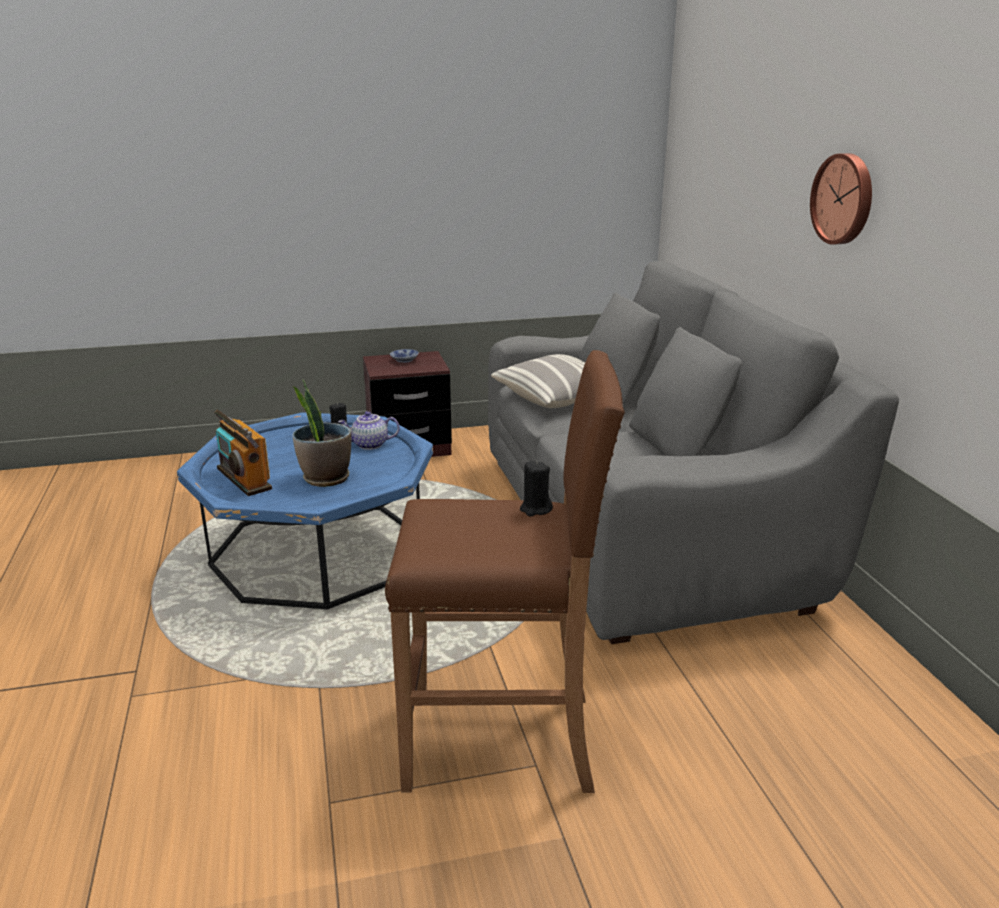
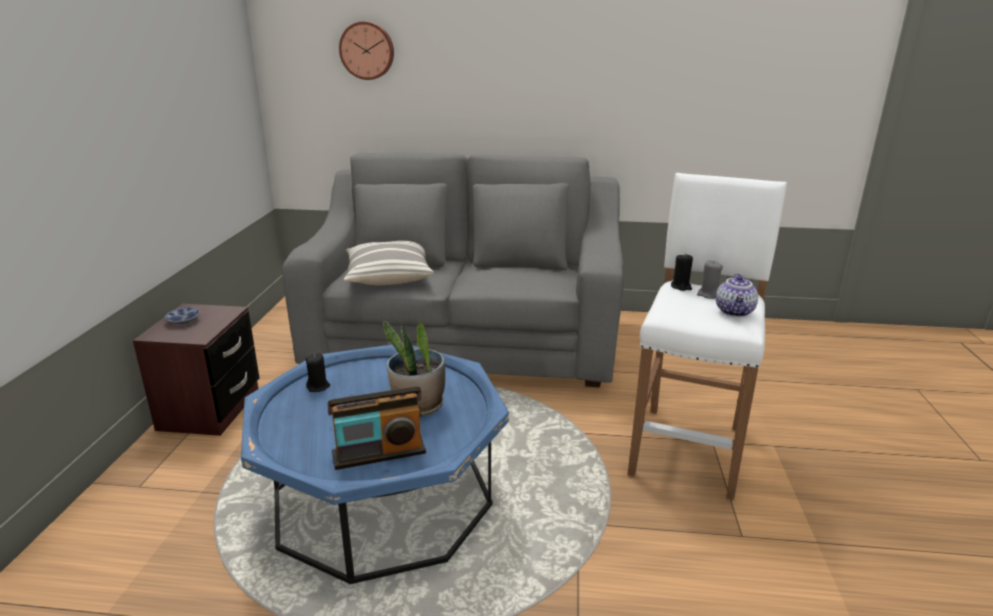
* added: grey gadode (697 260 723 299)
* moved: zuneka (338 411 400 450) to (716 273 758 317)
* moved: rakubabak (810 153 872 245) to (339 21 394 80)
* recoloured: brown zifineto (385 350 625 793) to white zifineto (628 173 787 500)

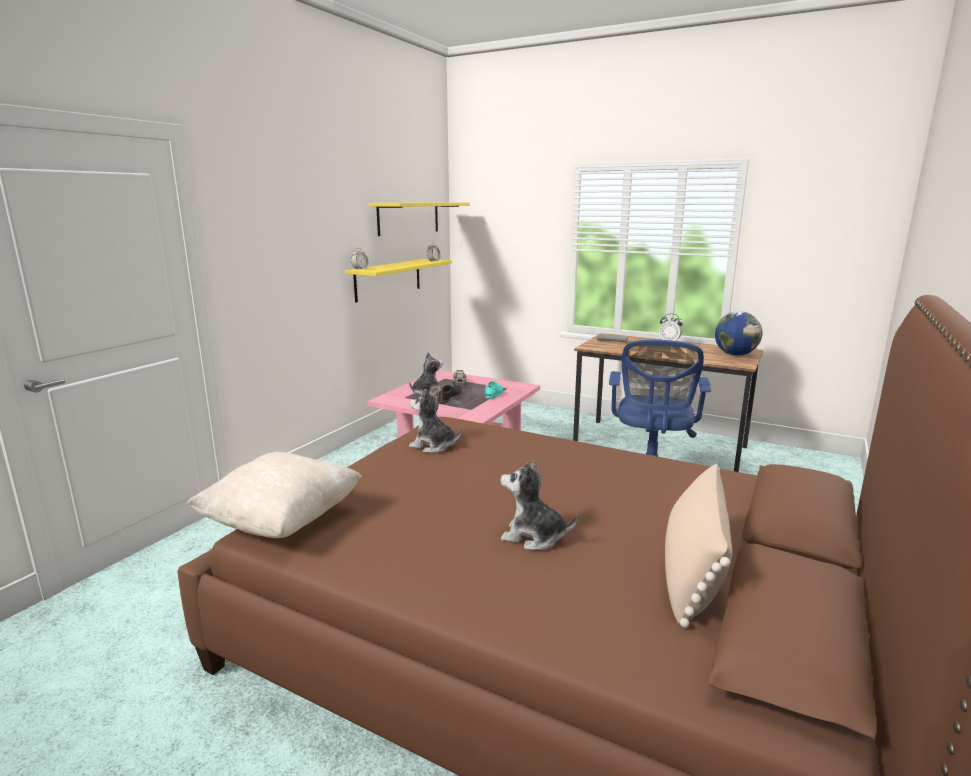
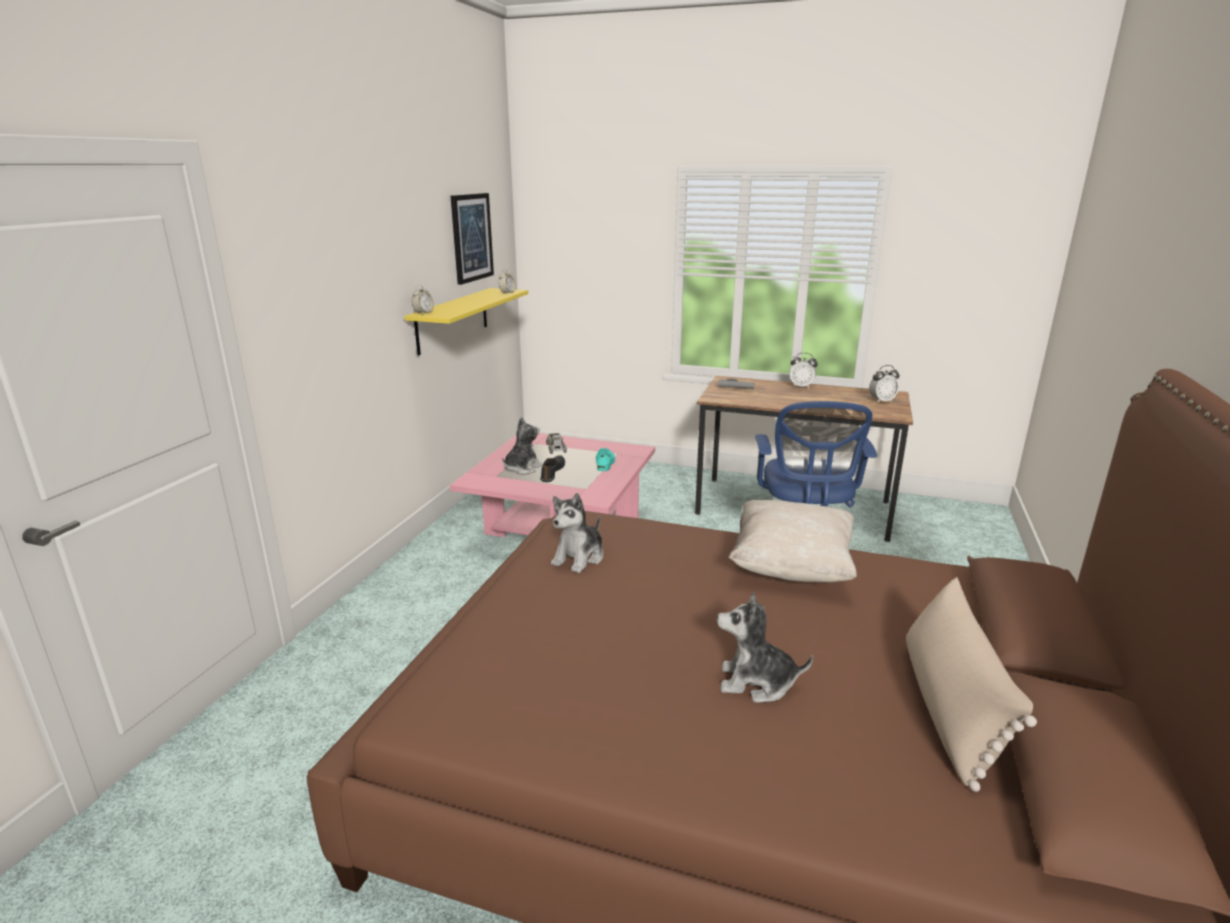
* moved: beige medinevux (186 452 363 538) to (728 500 857 582)
* replaced: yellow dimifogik (369 202 470 236) to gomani (451 193 494 285)
* replaced: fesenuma (715 311 762 356) to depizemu (869 365 900 403)
* turned: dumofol (409 389 462 453) = (551 493 604 573) 75 degrees counterclockwise

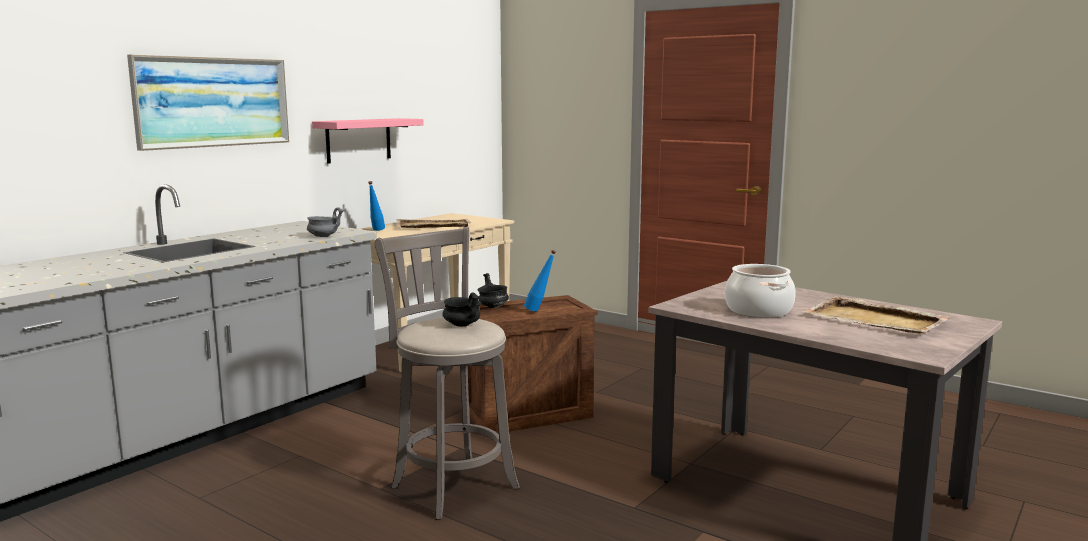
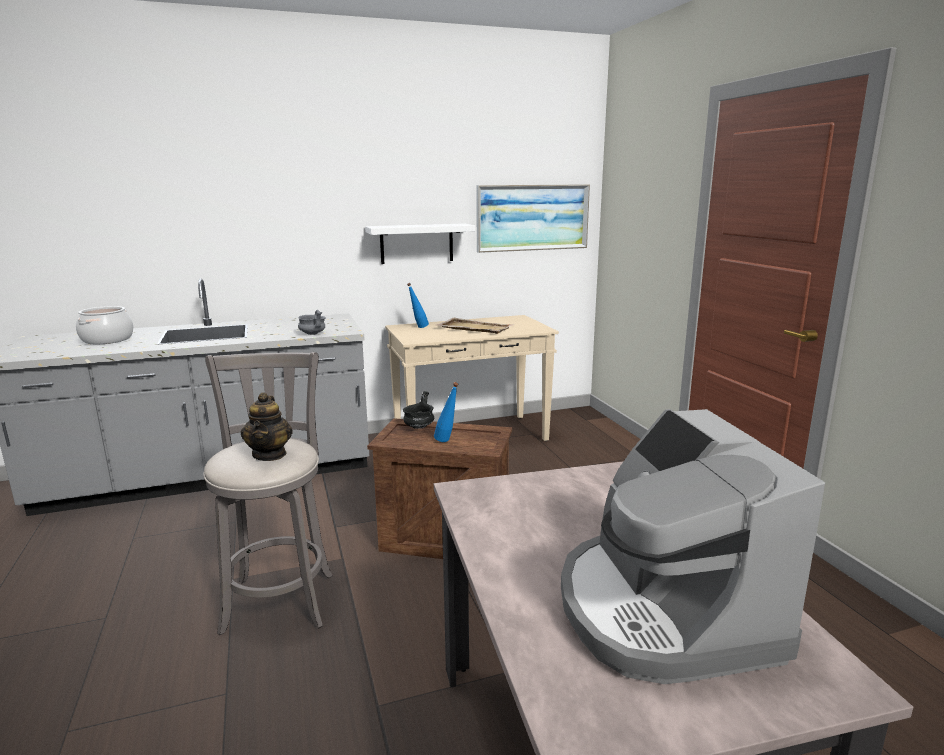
* moved: gomani (127 54 289 151) to (476 184 590 253)
* moved: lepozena (725 264 796 317) to (76 306 133 344)
* replaced: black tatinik (442 292 482 327) to zuneka (241 392 293 461)
* replaced: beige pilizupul (802 296 952 334) to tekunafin (561 409 825 684)
* recoloured: pink dimifogik (312 118 424 164) to white dimifogik (365 224 475 264)

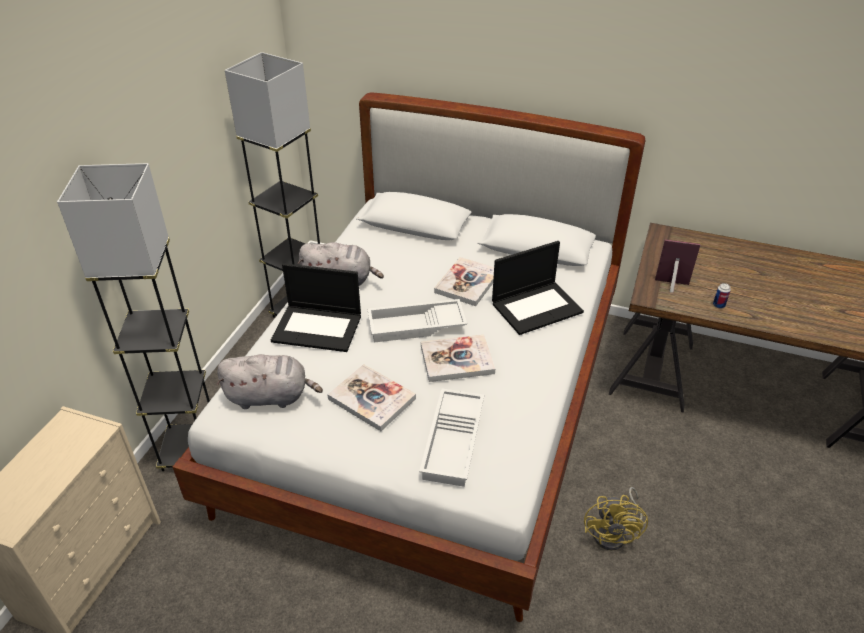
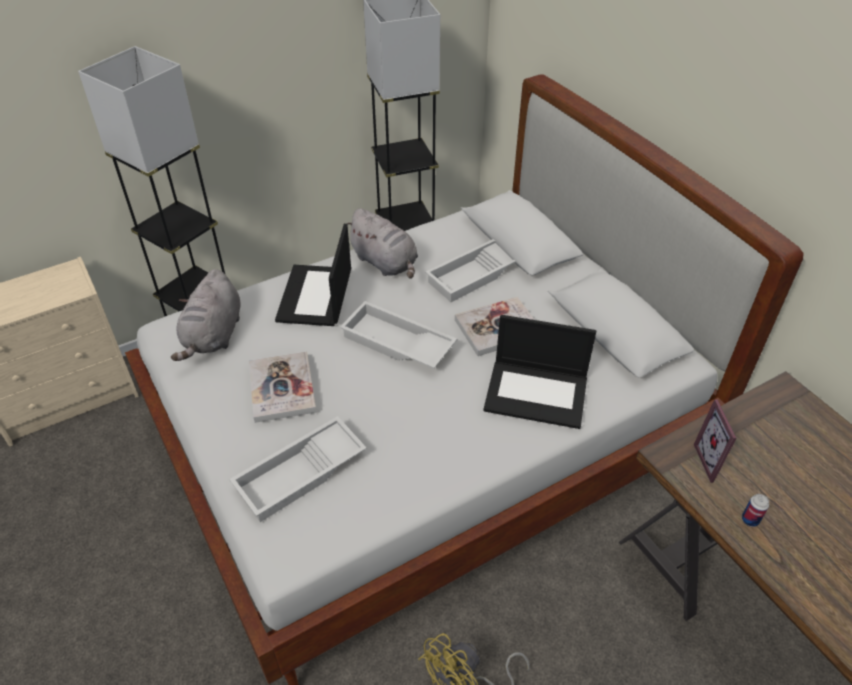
* removed: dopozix (421 335 495 382)
* added: white pilizupul (425 239 516 302)
* turned: grey dumofol (217 354 323 409) = (171 269 240 361) 60 degrees clockwise
* turned: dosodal (271 263 361 352) = (275 224 351 326) 45 degrees clockwise
* turned: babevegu (655 239 700 293) = (694 399 736 483) 150 degrees counterclockwise

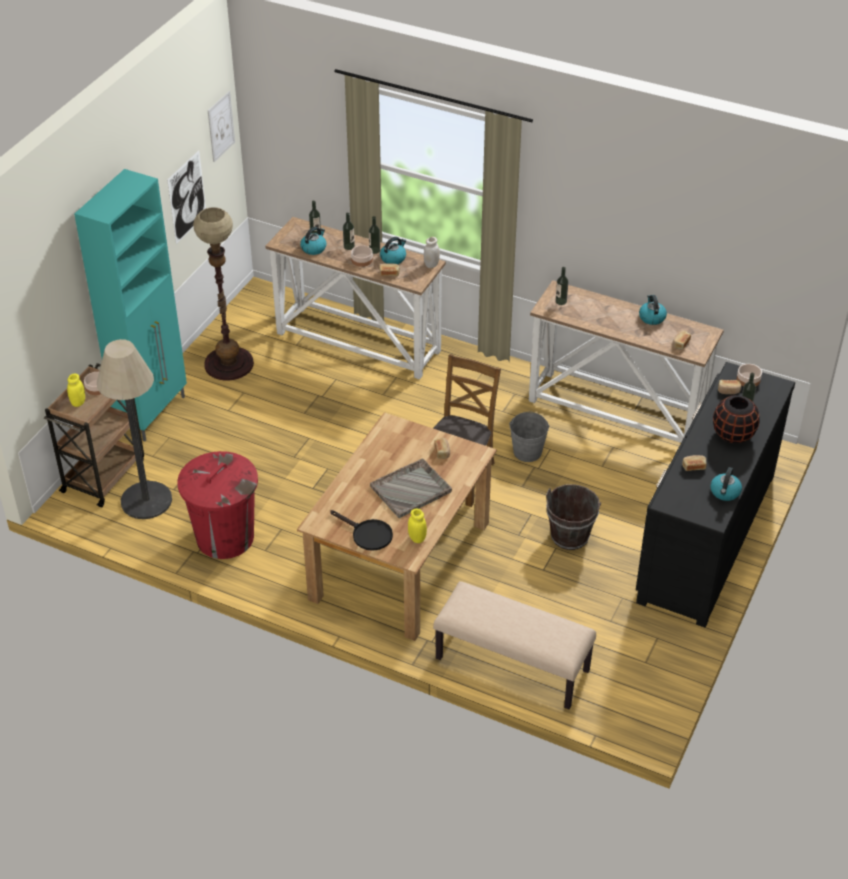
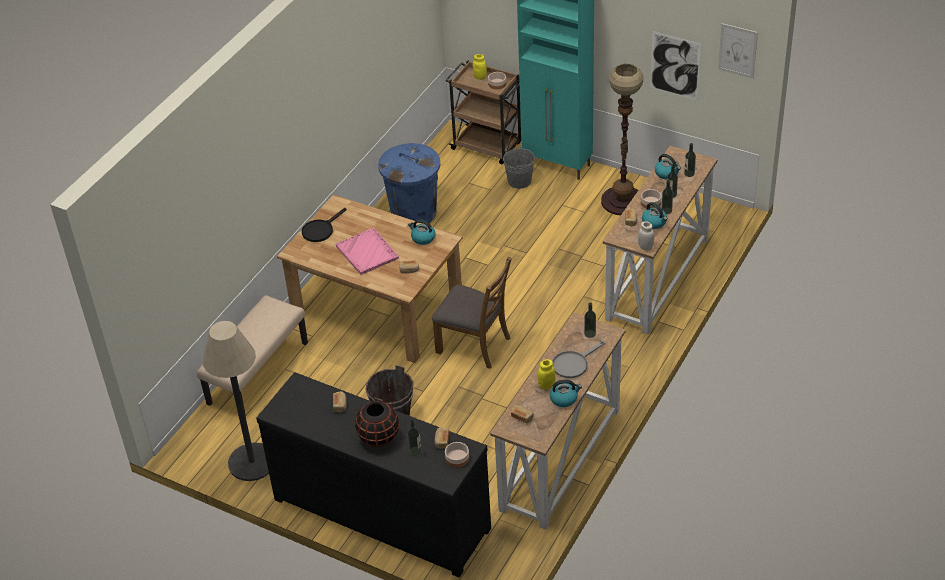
* added: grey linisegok (552 341 605 378)
* moved: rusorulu (97 339 172 519) to (203 321 269 481)
* moved: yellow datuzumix (408 508 427 543) to (538 359 555 390)
* moved: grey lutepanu (509 411 549 462) to (503 147 535 189)
* moved: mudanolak (710 467 742 501) to (408 219 436 245)
* recoloured: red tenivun (177 451 258 559) to blue tenivun (378 143 440 223)
* recoloured: grey pilizupul (370 458 452 518) to pink pilizupul (336 228 399 275)

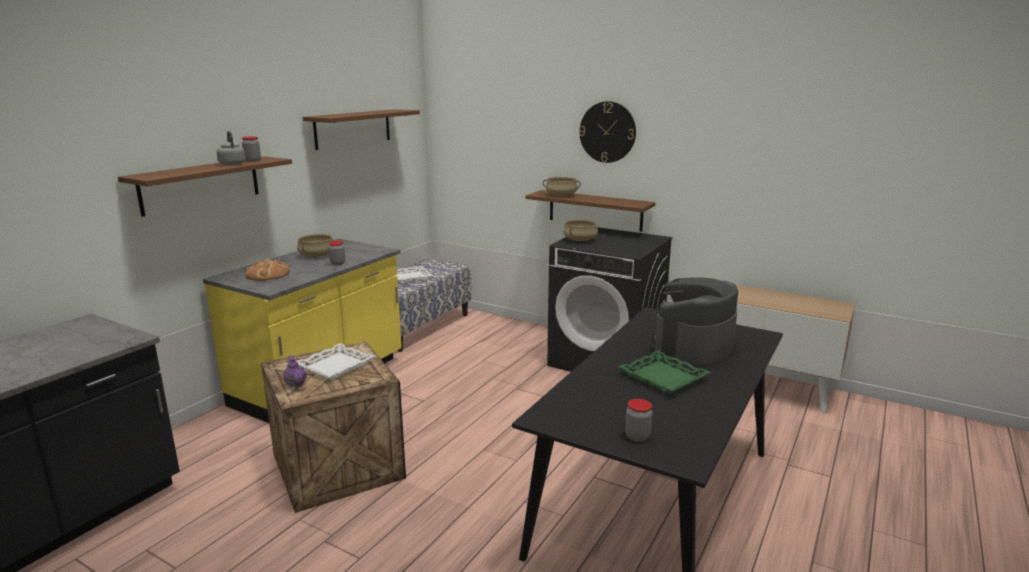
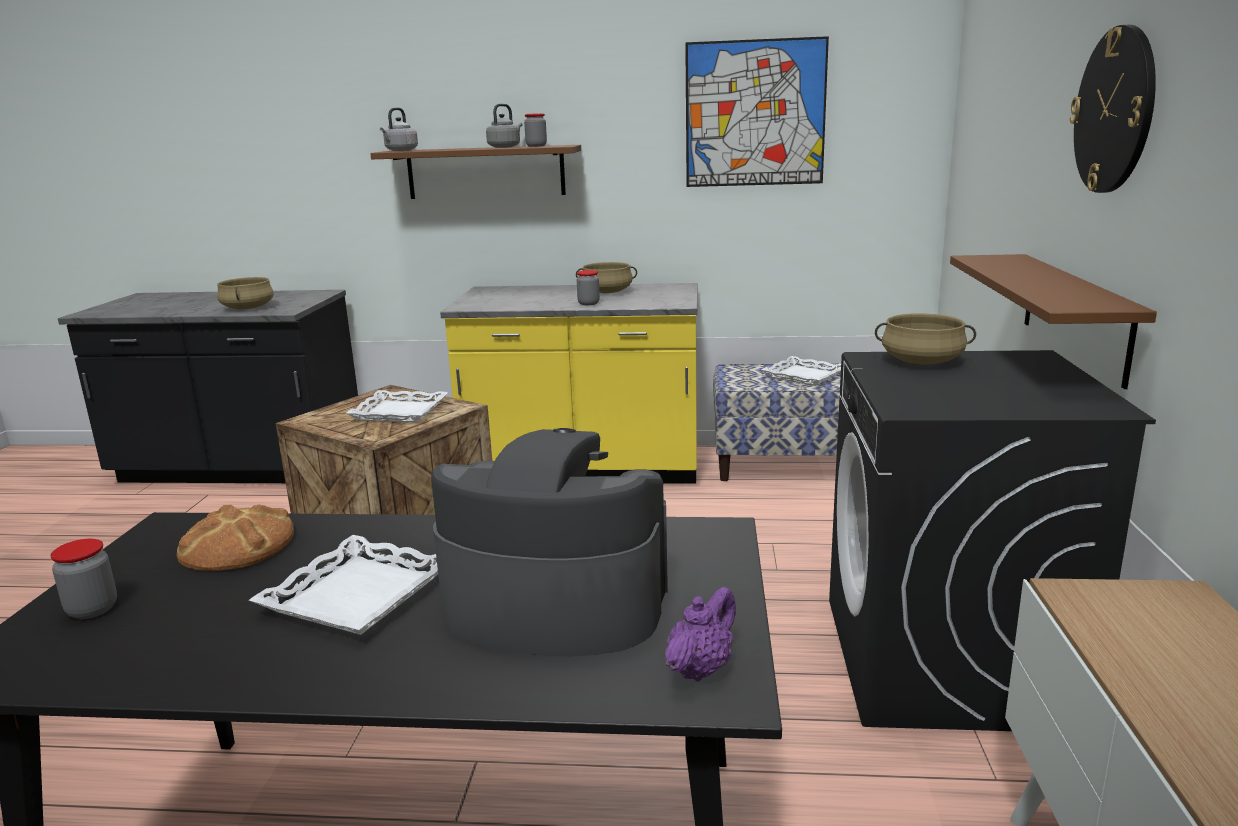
* added: grey mudanolak (380 108 418 151)
* moved: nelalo (245 258 290 281) to (177 504 294 571)
* moved: purple zuneka (283 355 307 387) to (665 587 736 682)
* moved: beige lepozena (543 177 581 196) to (217 277 274 309)
* replaced: brown dimifogik (303 109 420 150) to gomani (685 36 829 187)
* recoloured: green pilizupul (619 350 711 394) to white pilizupul (249 535 438 635)

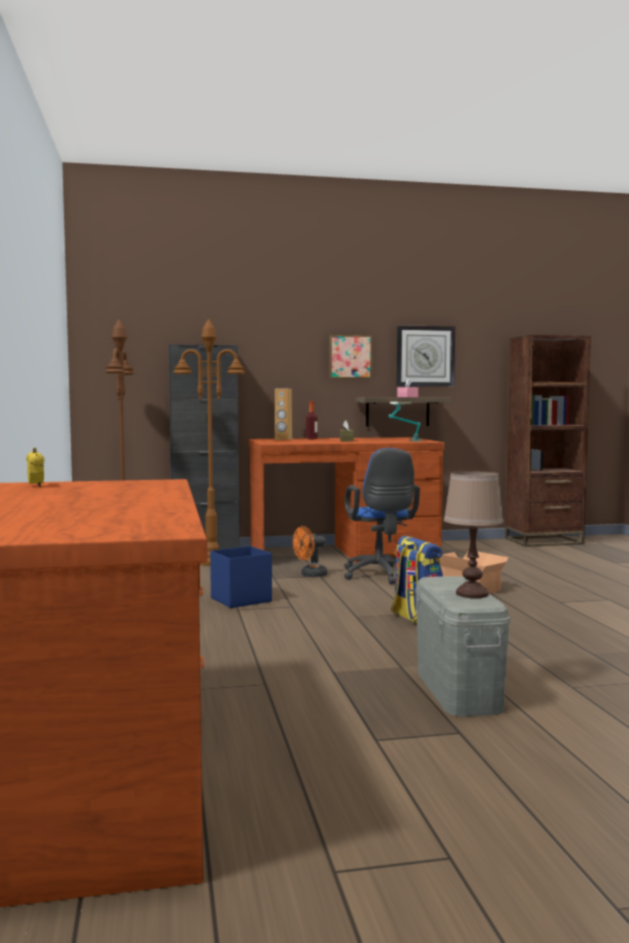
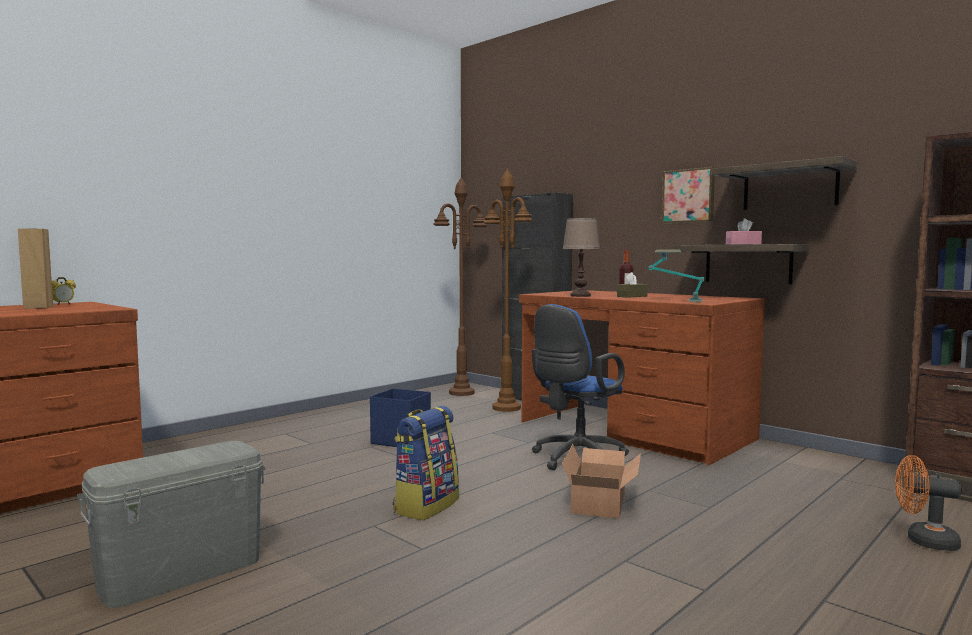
* moved: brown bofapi (275 389 292 440) to (18 228 53 309)
* moved: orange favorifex (293 526 328 577) to (895 455 962 551)
* moved: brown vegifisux (444 471 504 598) to (563 218 600 297)
* replaced: rakubabak (396 325 455 387) to dimifogik (712 156 858 210)

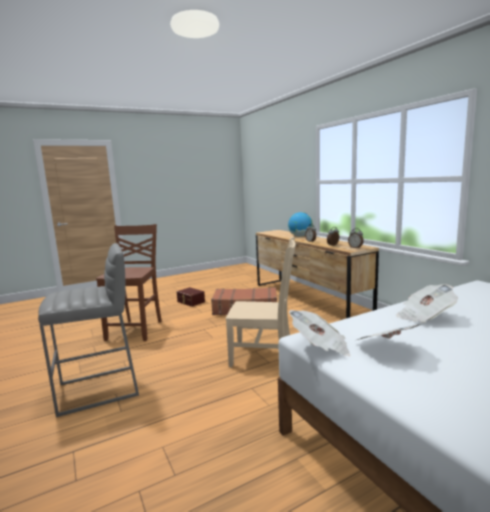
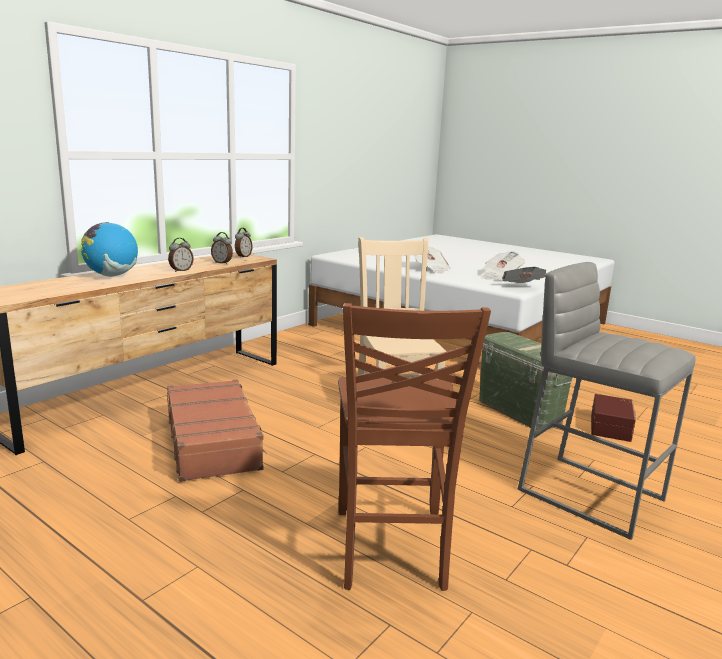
* added: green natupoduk (479 332 573 430)
* moved: brown natupoduk (177 287 205 307) to (591 394 636 442)
* turned: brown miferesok (96 224 162 341) = (338 303 491 591) 75 degrees counterclockwise

